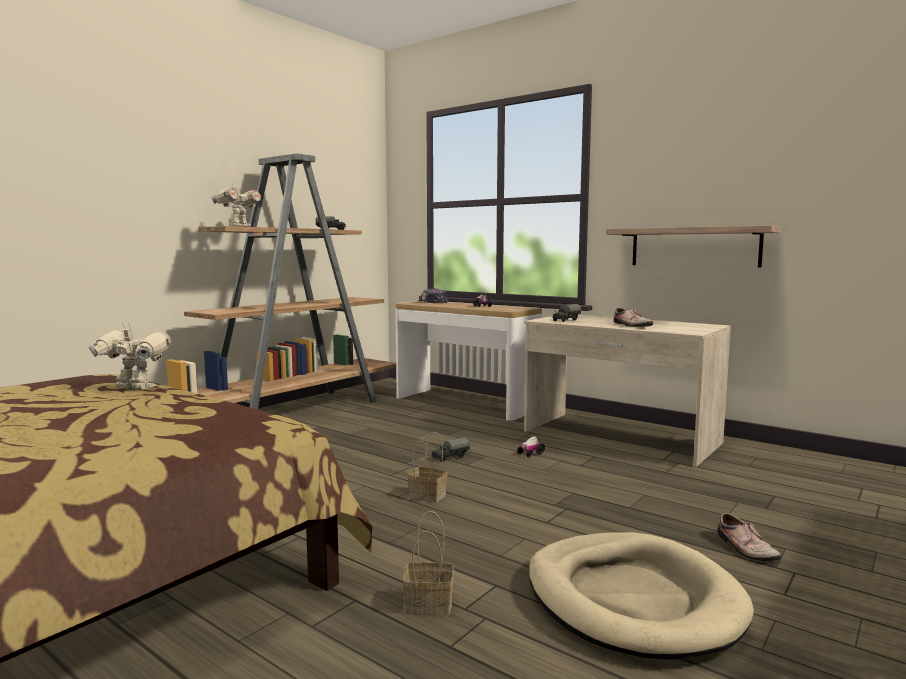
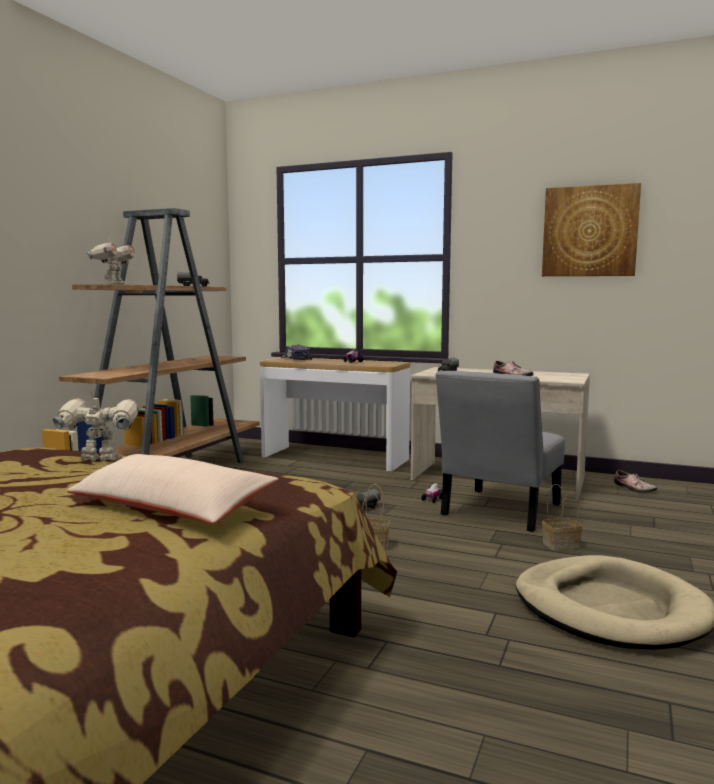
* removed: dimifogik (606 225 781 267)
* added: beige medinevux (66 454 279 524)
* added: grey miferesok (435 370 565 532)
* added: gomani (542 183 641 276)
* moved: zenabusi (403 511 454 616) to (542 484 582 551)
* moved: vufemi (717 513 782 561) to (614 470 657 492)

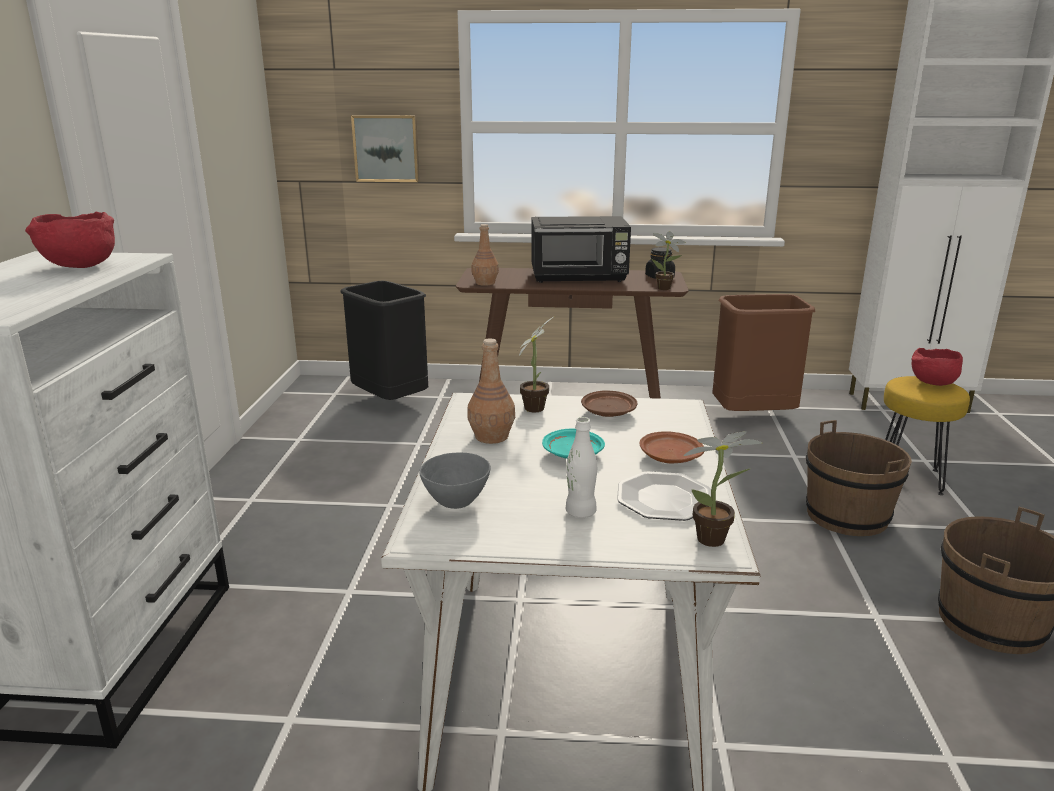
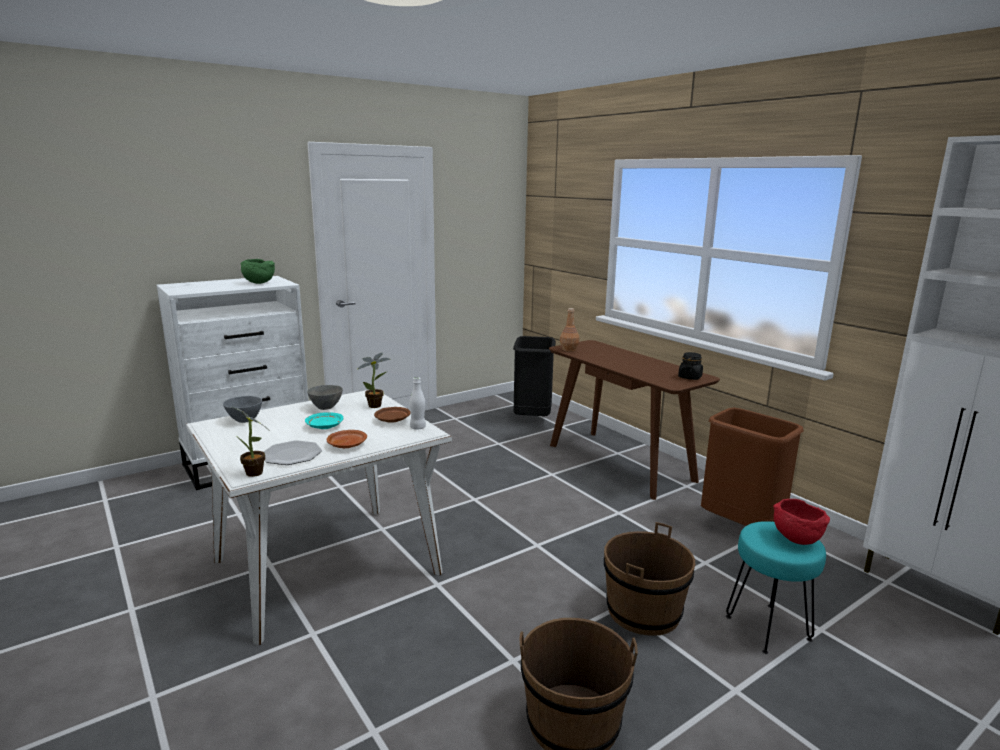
* removed: gomani (351 115 420 182)
* removed: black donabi (531 216 631 283)
* removed: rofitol (652 231 686 290)
* moved: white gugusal (566 417 597 518) to (409 377 426 429)
* replaced: brown gugusal (467 338 515 444) to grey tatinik (307 385 343 410)
* recoloured: red tatinik (25 212 115 268) to green tatinik (240 259 275 284)
* recoloured: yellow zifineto (884 376 970 495) to turquoise zifineto (726 521 826 654)

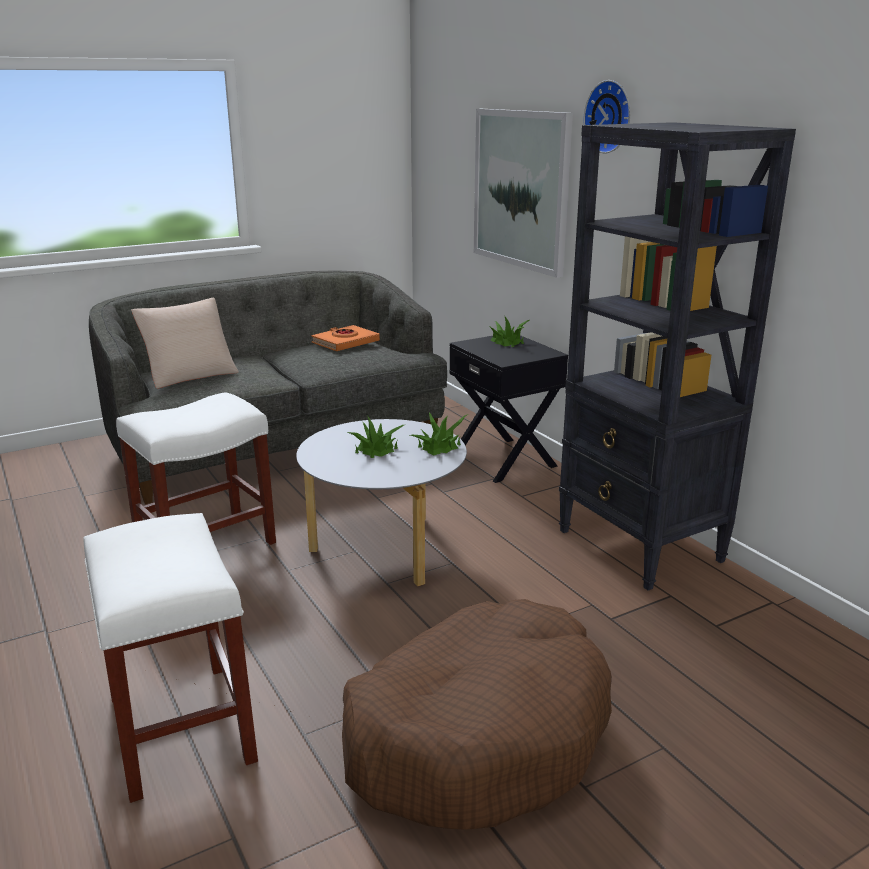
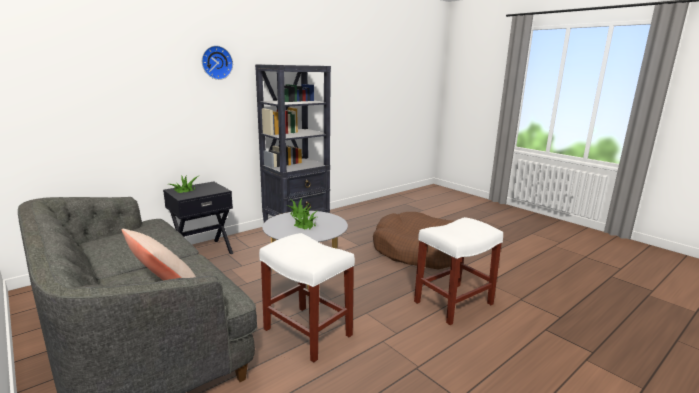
* removed: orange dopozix (311 325 380 351)
* removed: gomani (474 109 573 278)

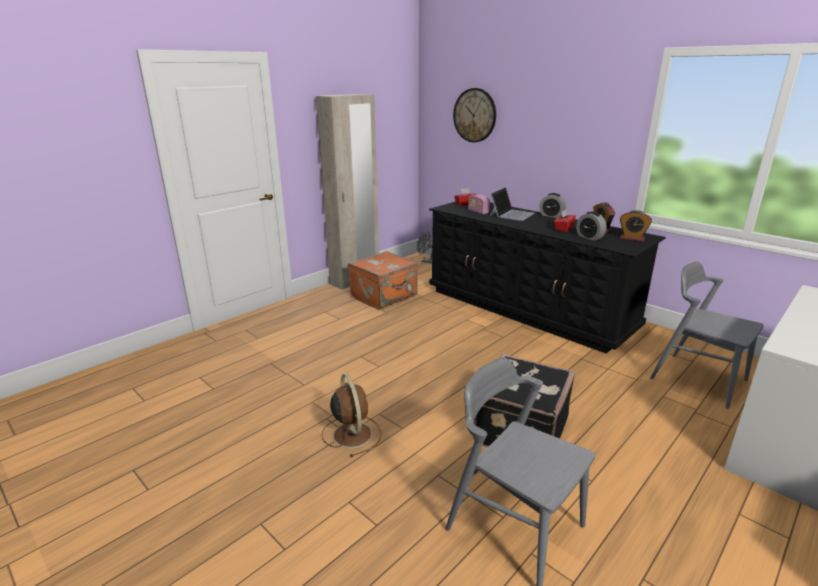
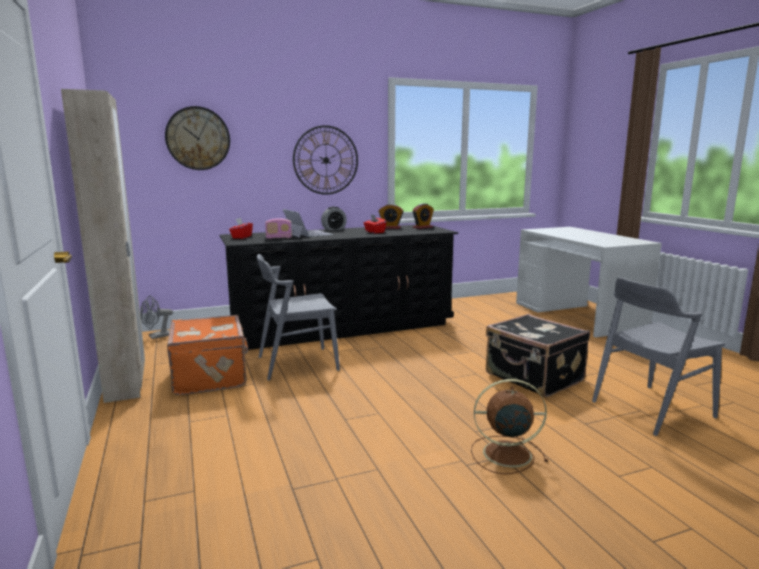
* removed: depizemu (576 212 607 241)
* added: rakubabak (293 125 358 195)
* moved: grey miferesok (650 261 764 409) to (257 254 340 381)

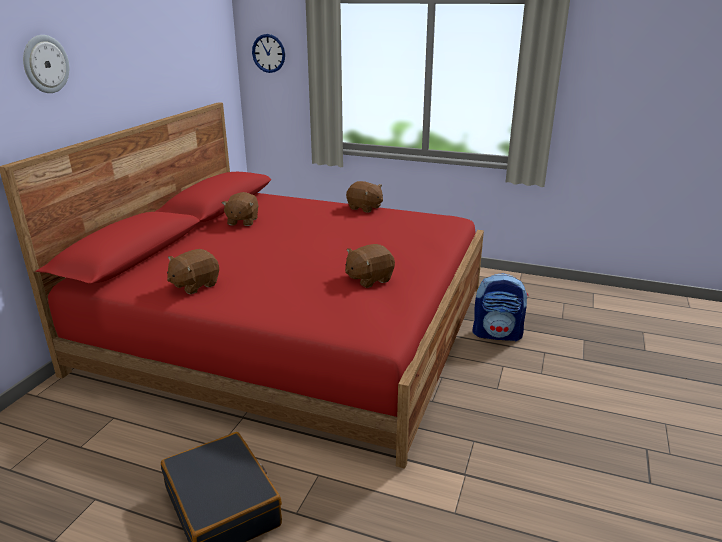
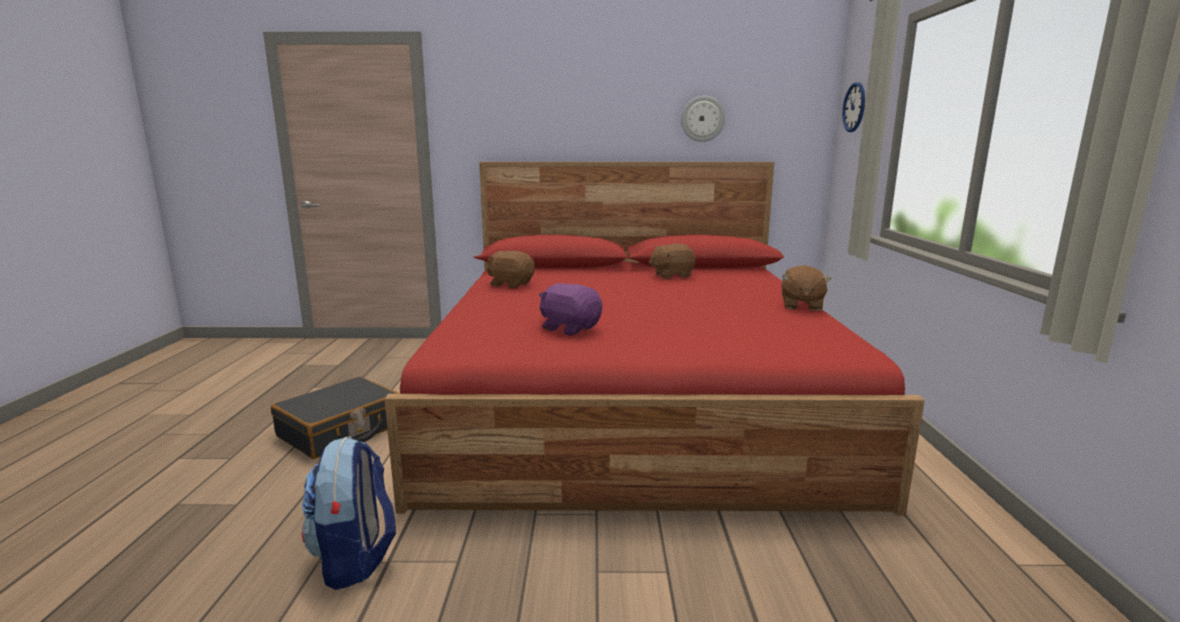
* moved: rakubabak (23 35 69 93) to (681 96 725 142)
* moved: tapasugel (472 273 529 342) to (302 436 396 590)
* recoloured: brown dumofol (345 244 395 288) to purple dumofol (539 283 602 335)

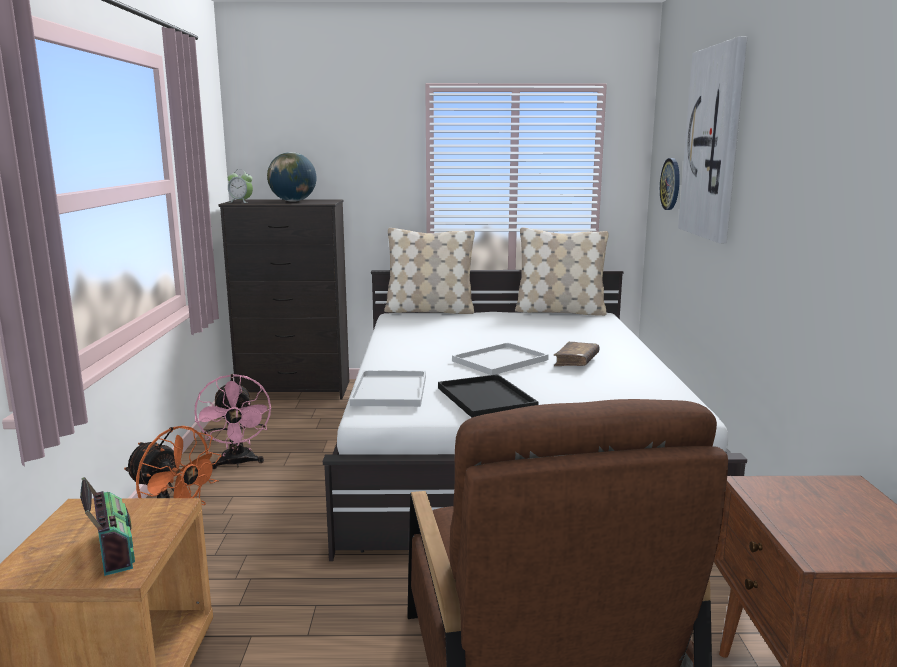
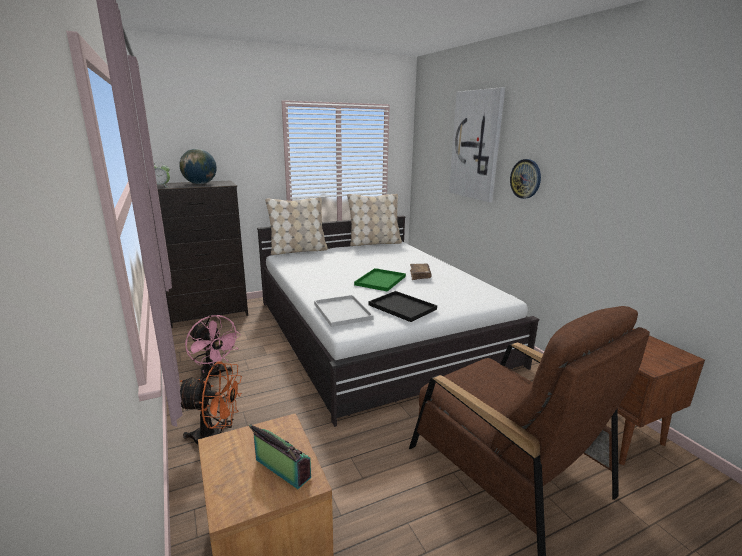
* moved: rakubabak (660 158 680 210) to (510 159 541 199)
* recoloured: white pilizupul (452 342 549 375) to green pilizupul (354 268 406 292)

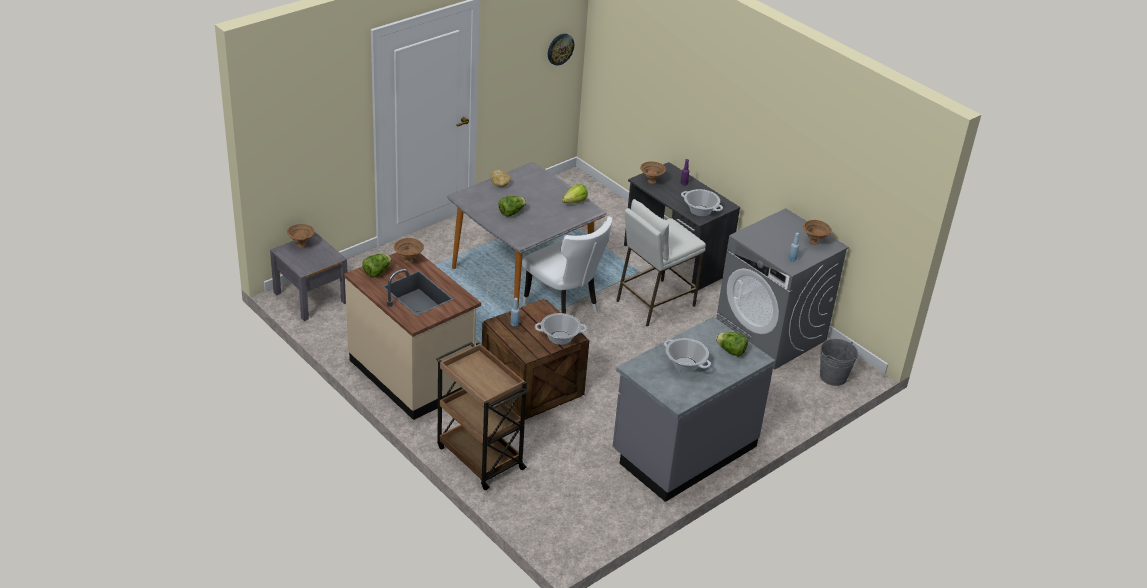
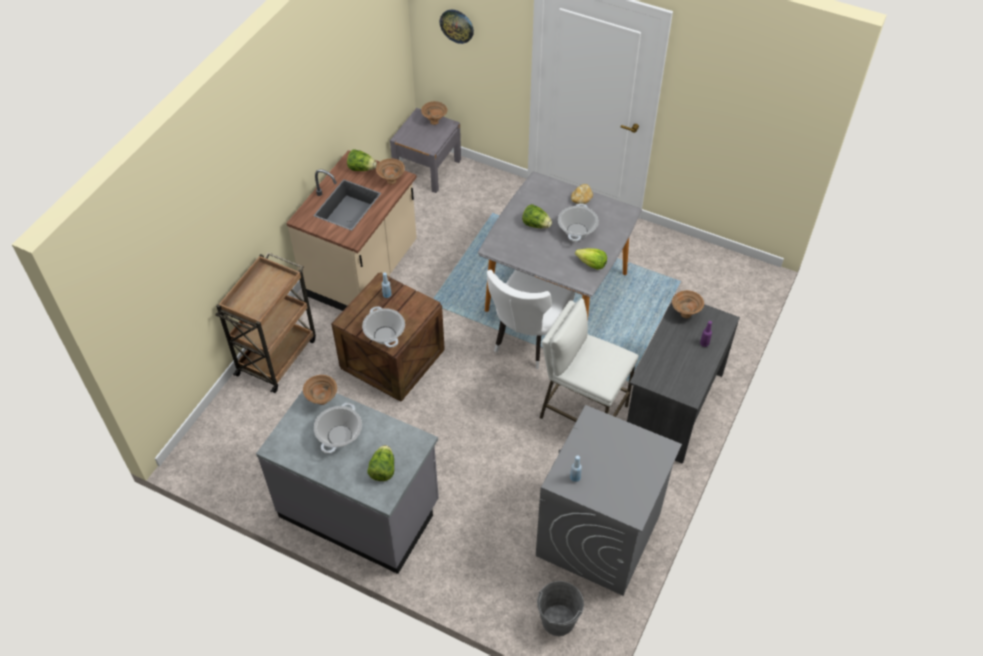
* moved: rakubabak (548 34 574 65) to (440 10 474 44)
* moved: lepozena (681 189 723 216) to (558 203 599 241)
* moved: brown tatinik (803 220 832 245) to (303 375 337 405)

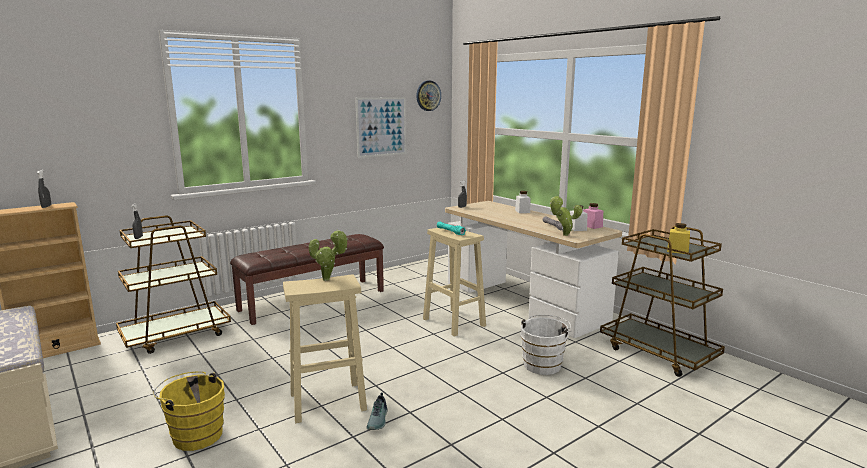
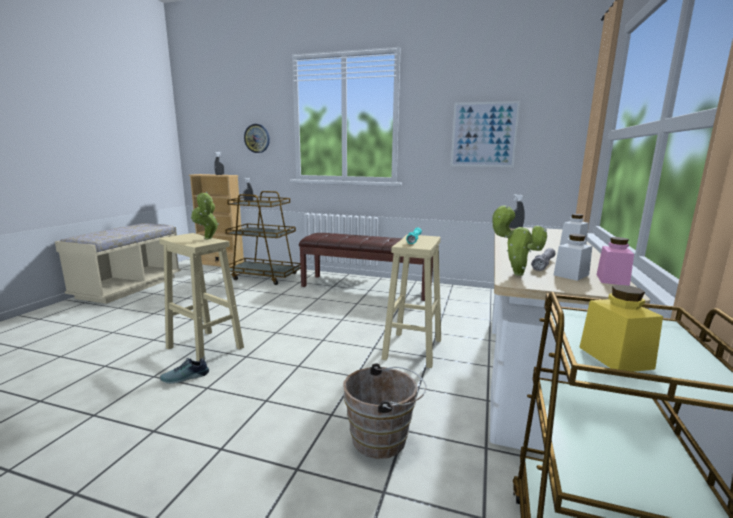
* removed: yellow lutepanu (153 371 225 451)
* moved: rakubabak (416 81 441 111) to (244 124 270 153)
* recoloured: white lutepanu (520 315 571 375) to brown lutepanu (343 364 427 459)

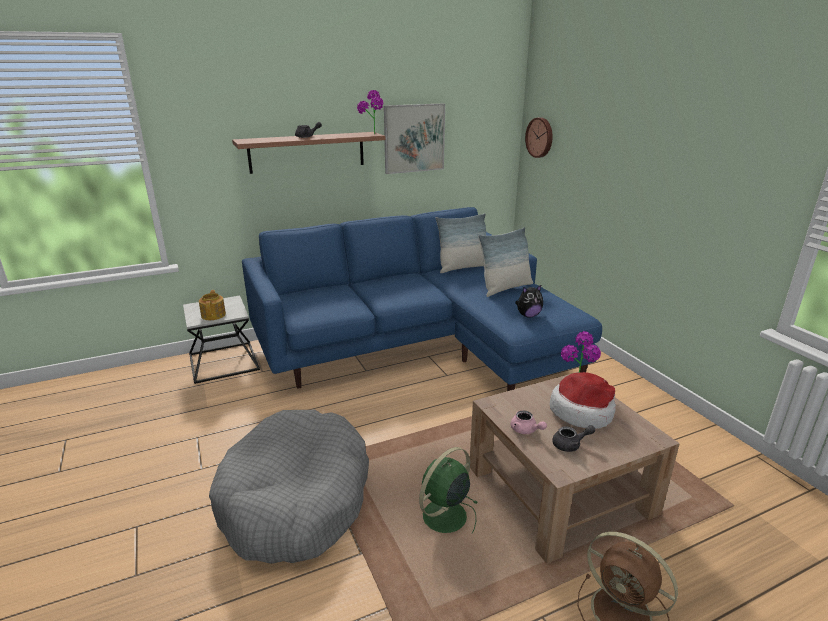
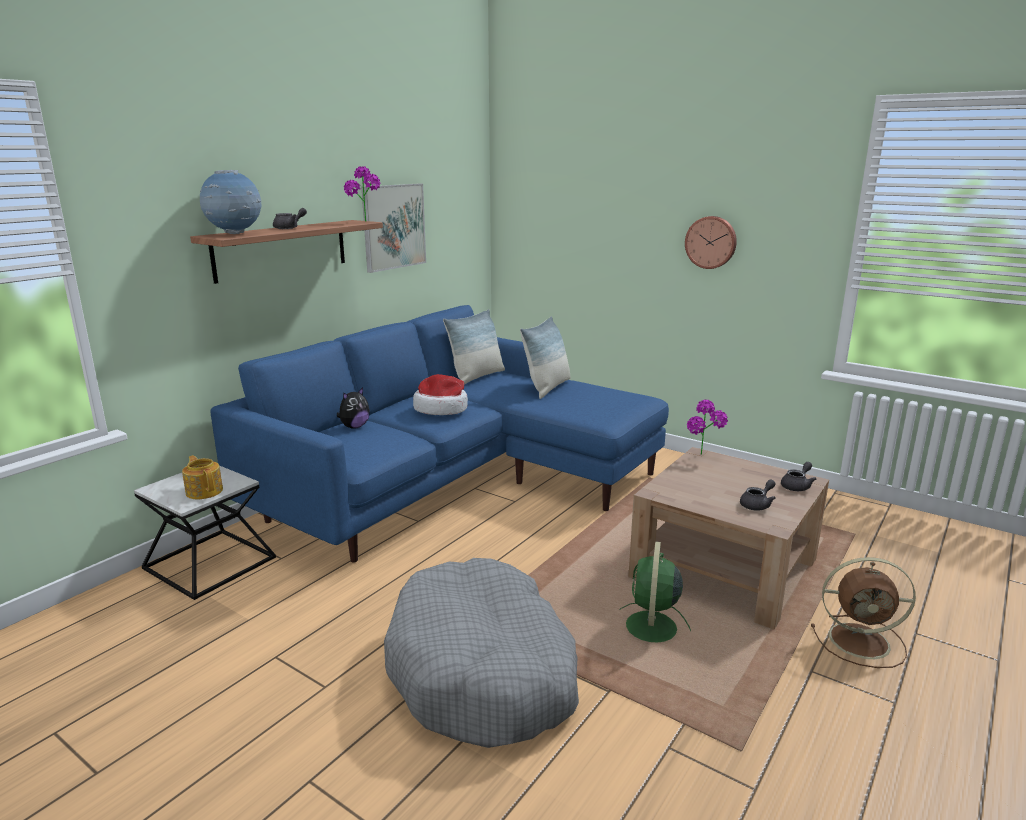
* removed: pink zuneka (511 410 547 434)
* added: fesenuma (200 170 261 234)
* added: grey zuneka (781 462 816 491)
* moved: dumofol (515 285 543 318) to (337 387 370 429)
* moved: rakubabak (525 117 553 158) to (685 216 737 269)
* moved: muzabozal (550 372 616 429) to (413 374 468 415)

